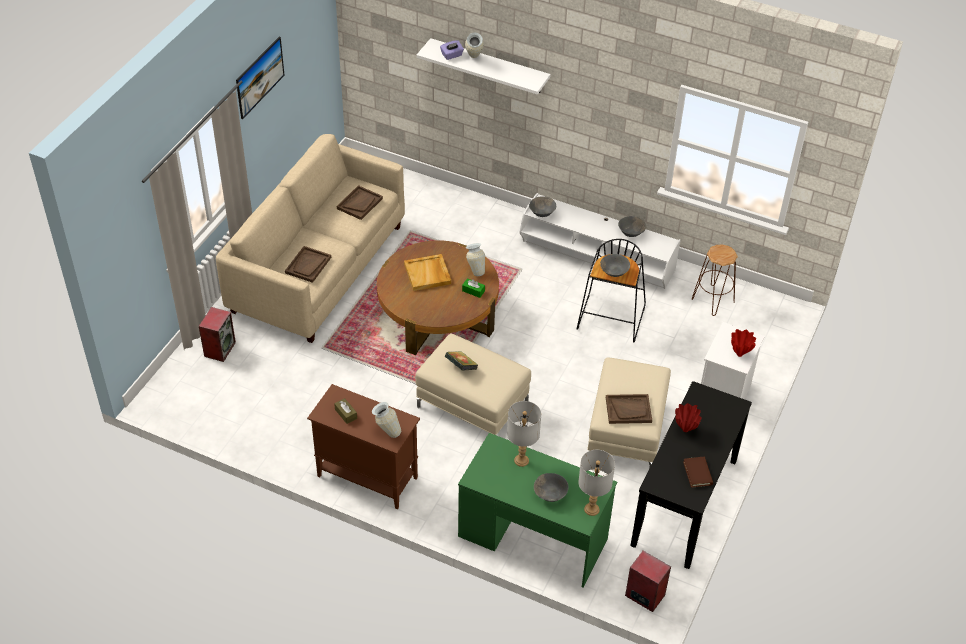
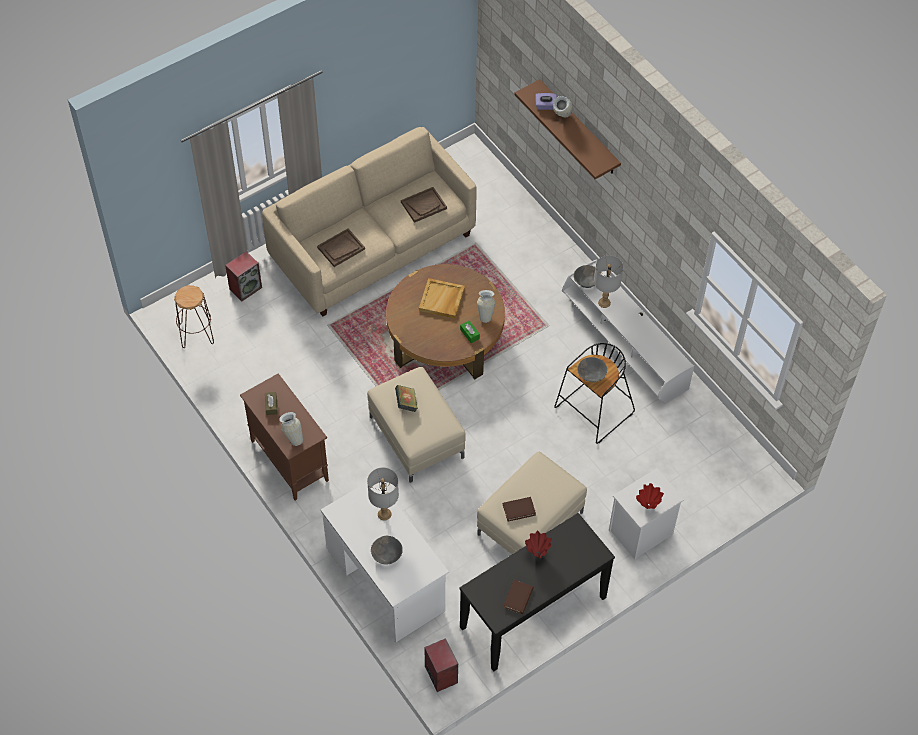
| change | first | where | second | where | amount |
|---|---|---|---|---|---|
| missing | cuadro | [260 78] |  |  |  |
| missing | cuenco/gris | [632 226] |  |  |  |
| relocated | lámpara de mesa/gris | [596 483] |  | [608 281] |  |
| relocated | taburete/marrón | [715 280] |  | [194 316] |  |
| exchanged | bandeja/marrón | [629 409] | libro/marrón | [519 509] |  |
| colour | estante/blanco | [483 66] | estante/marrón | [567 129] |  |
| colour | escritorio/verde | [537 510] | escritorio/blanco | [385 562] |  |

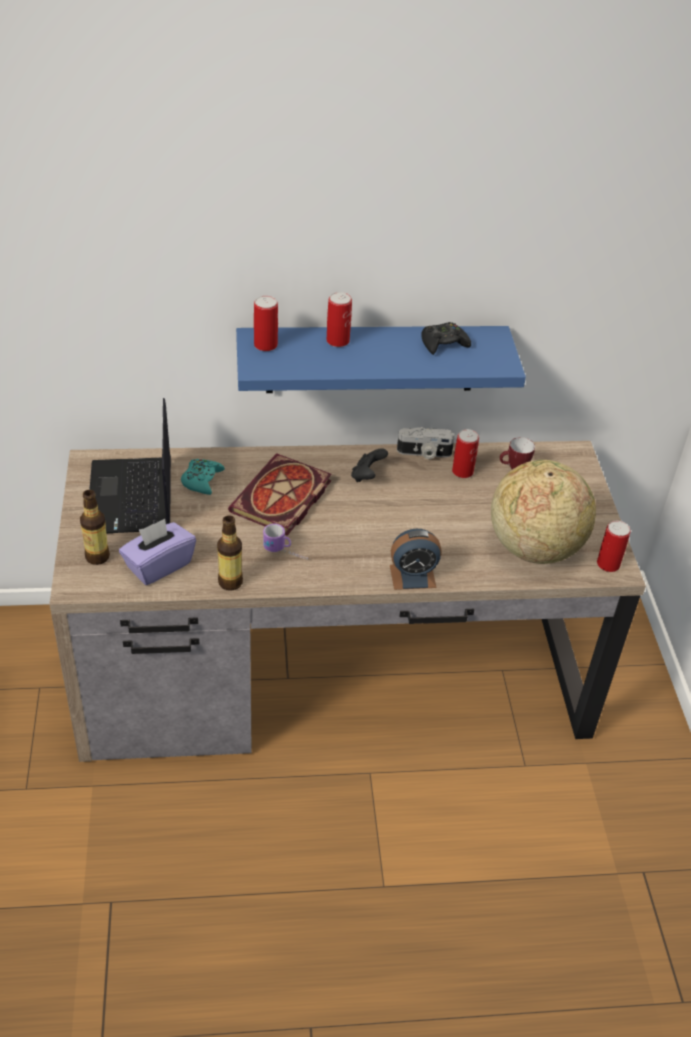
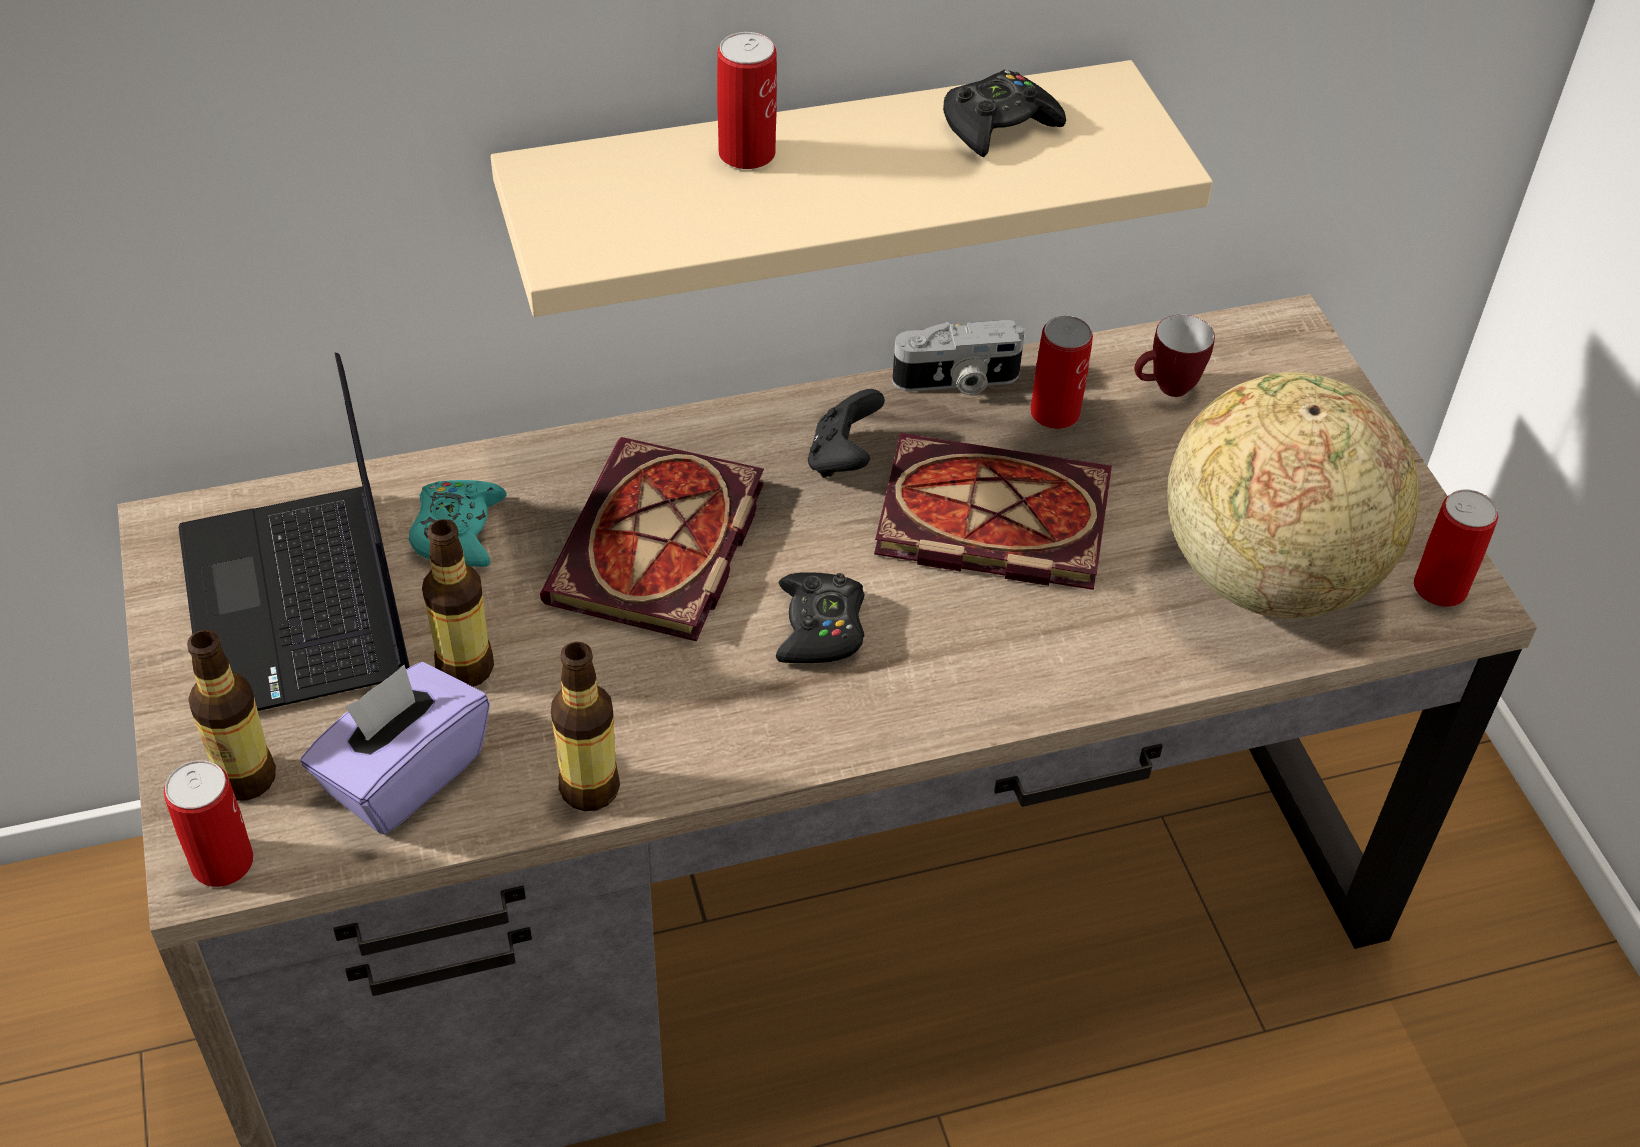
| change | first | where | second | where | amount |
|---|---|---|---|---|---|
| missing | taza grande | [285 541] |  |  |  |
| missing | despertador | [416 559] |  |  |  |
| appeared |  |  | botella | [458 603] |  |
| appeared |  |  | mando de consola/negro | [820 617] |  |
| appeared |  |  | libro | [993 511] |  |
| relocated | lata | [266 323] |  | [209 823] |  |
| colour | estante/azul | [381 359] | estante/beis | [852 188] |  |

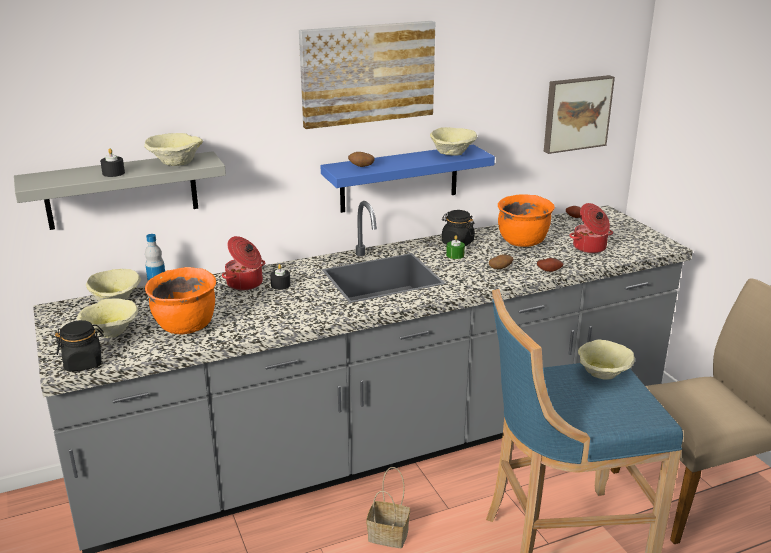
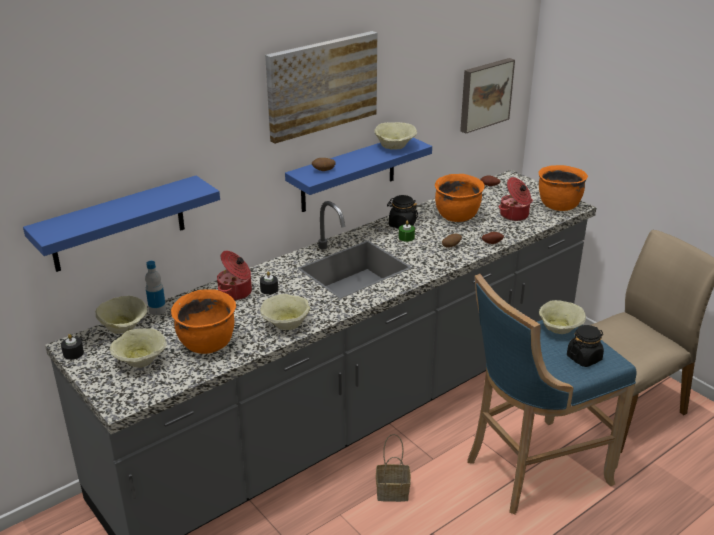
| change | first | where | second | where | amount |
|---|---|---|---|---|---|
| appeared |  |  | olla/naranja | [563 188] |  |
| relocated | tarro/negro | [79 346] |  | [585 346] |  |
| relocated | vela/negro | [112 162] |  | [72 347] |  |
| relocated | cuenco/beis | [173 149] |  | [285 312] |  |
| colour | estante/gris | [120 190] | estante/azul | [121 224] |  |

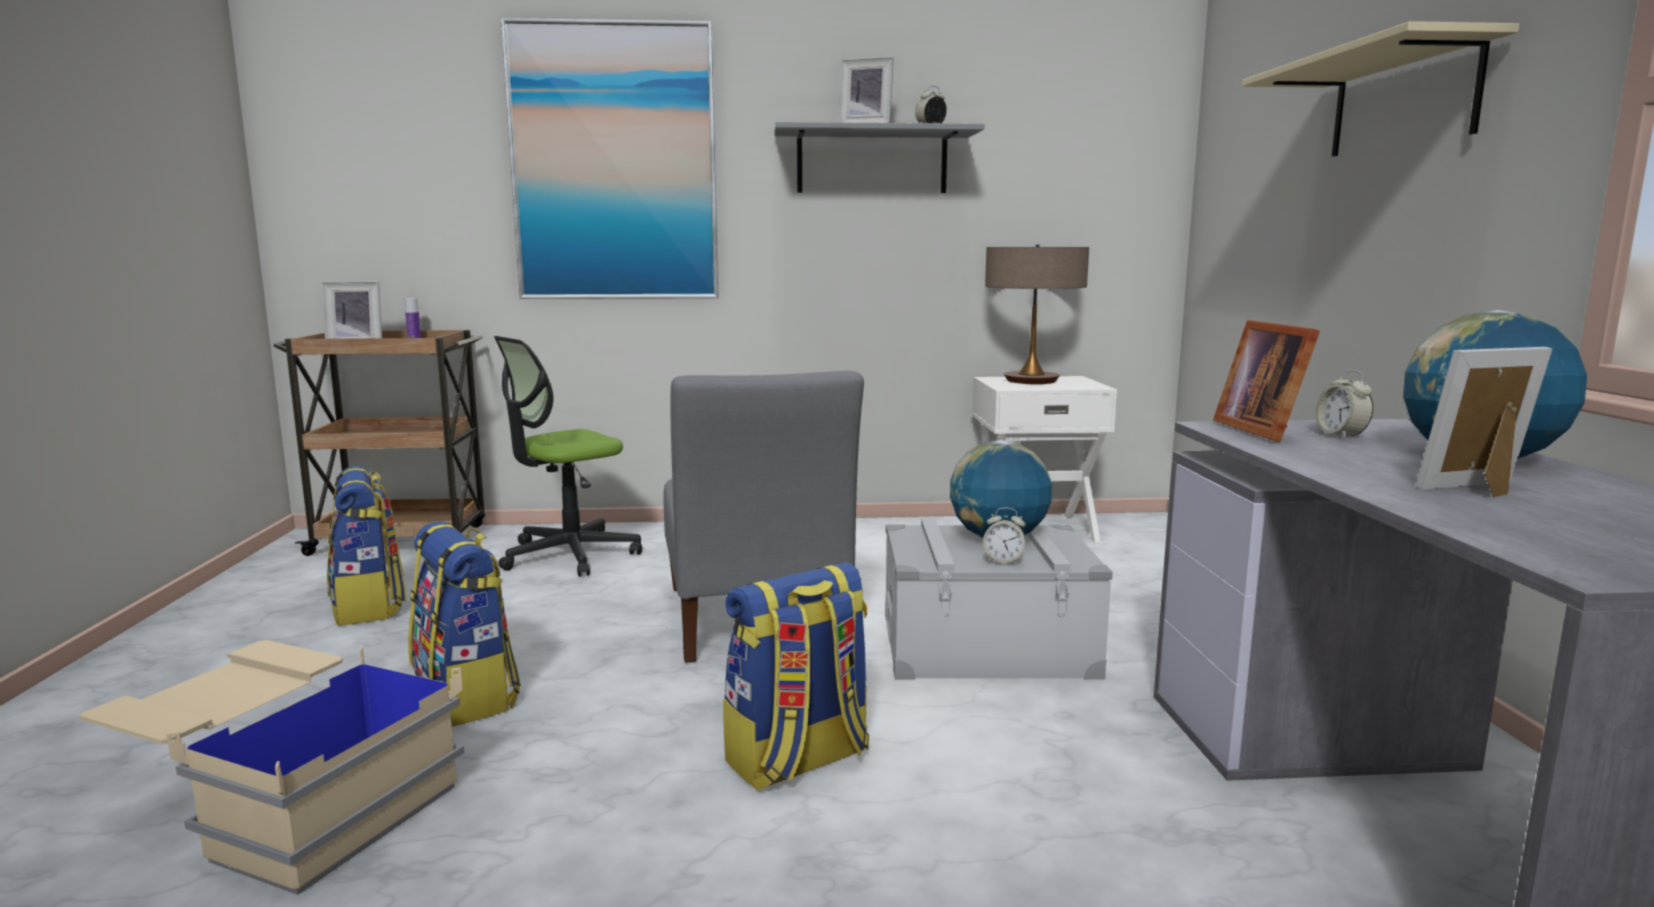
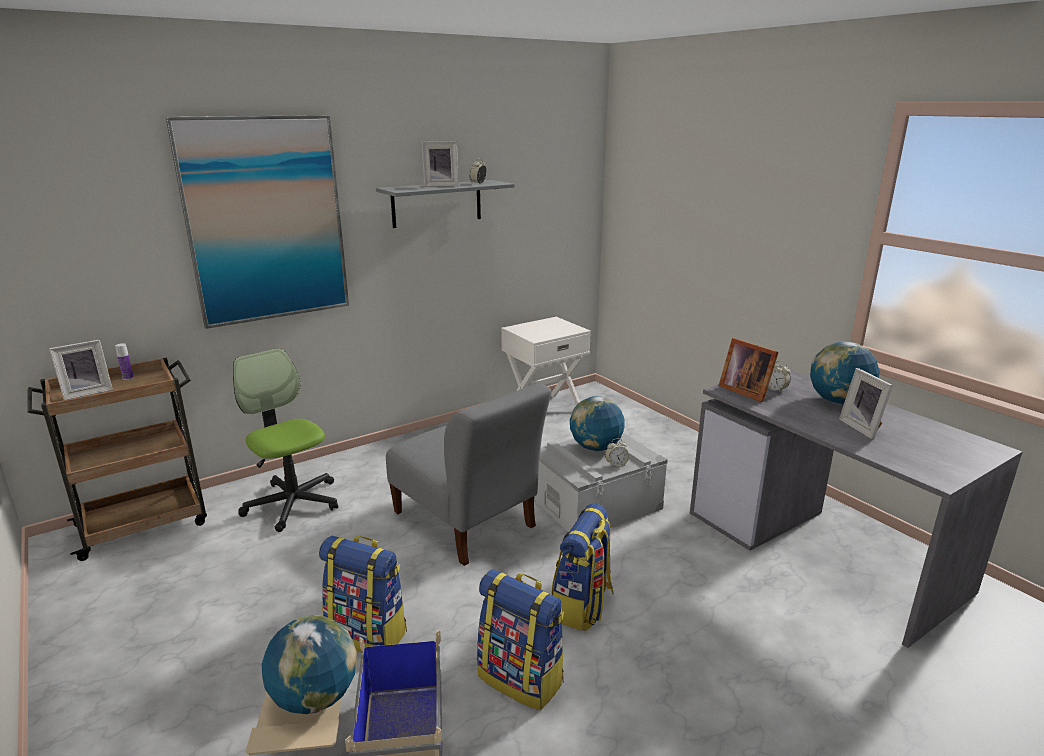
| change | first | where | second | where | amount |
|---|---|---|---|---|---|
| missing | lámpara de mesa | [1037 314] |  |  |  |
| missing | estante/beis | [1380 89] |  |  |  |
| appeared |  |  | globo terráqueo | [309 664] |  |
| relocated | mochila | [367 546] |  | [520 640] |  |
| spun | silla de oficina | [568 456] |  | [285 440] | 120 degrees clockwise |
| spun | portarretratos | [1484 422] |  | [866 403] | 60 degrees counterclockwise |

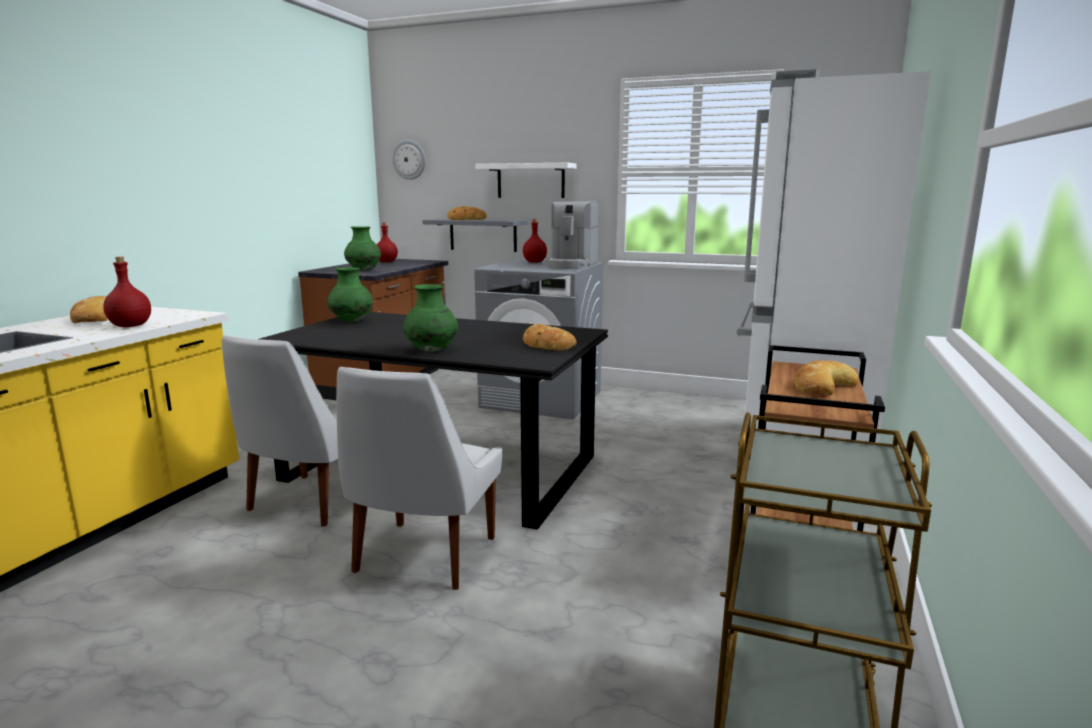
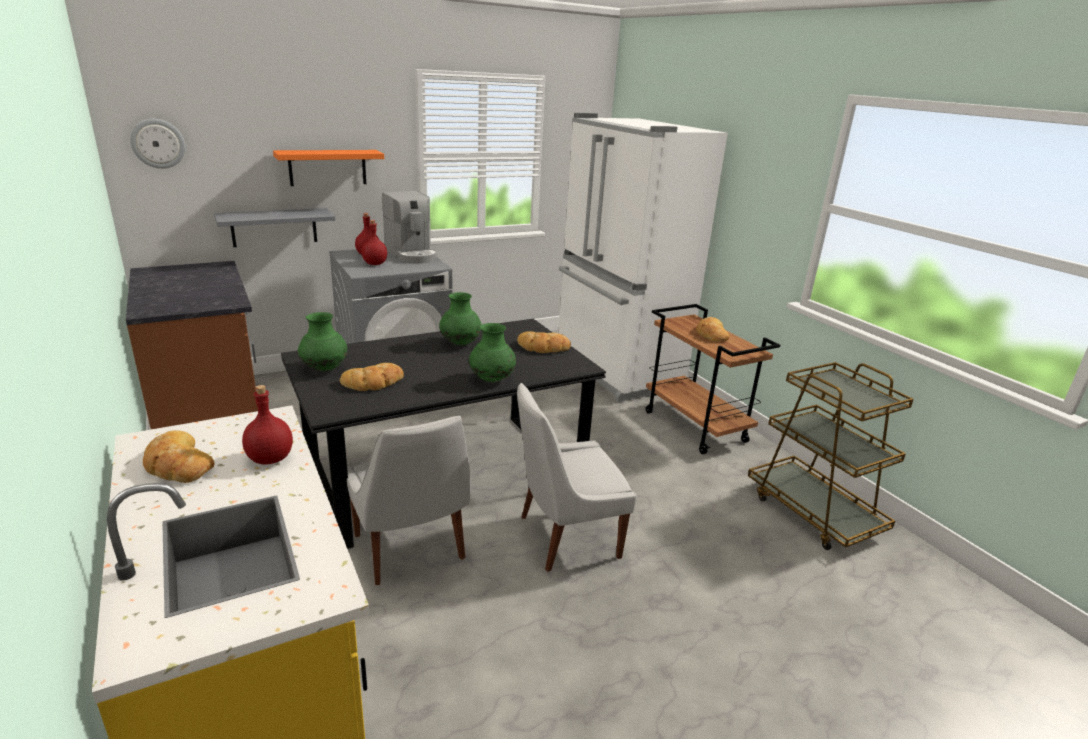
| change | first | where | second | where | amount |
|---|---|---|---|---|---|
| relocated | florero/verde | [362 248] |  | [460 318] |  |
| relocated | botella/rojo | [387 242] |  | [374 242] |  |
| relocated | pan | [467 213] |  | [372 377] |  |
| colour | estante/blanco | [526 180] | estante/naranja | [328 168] |  |
| spun | silla/blanco | [419 478] |  | [576 477] | 105 degrees clockwise |

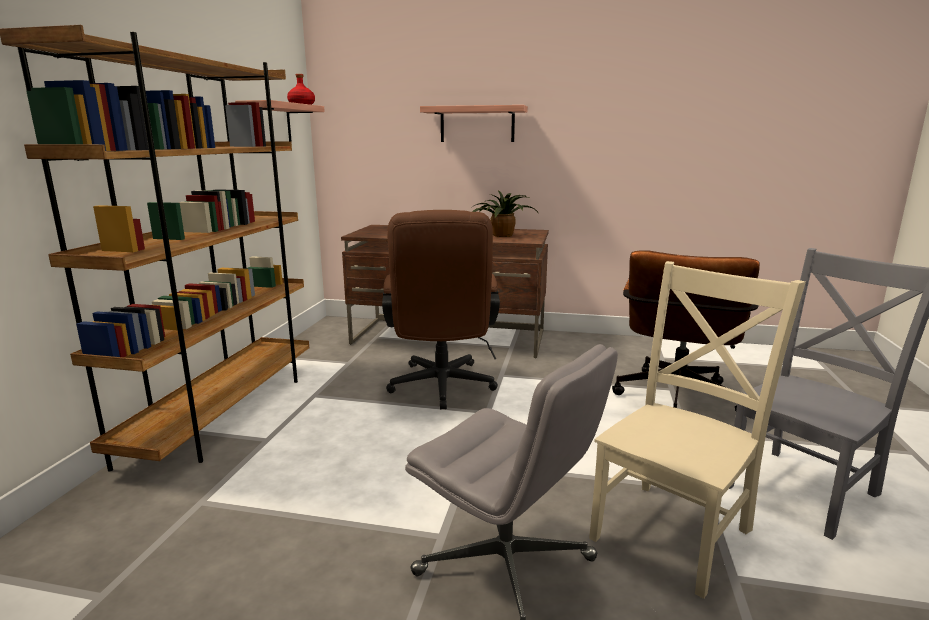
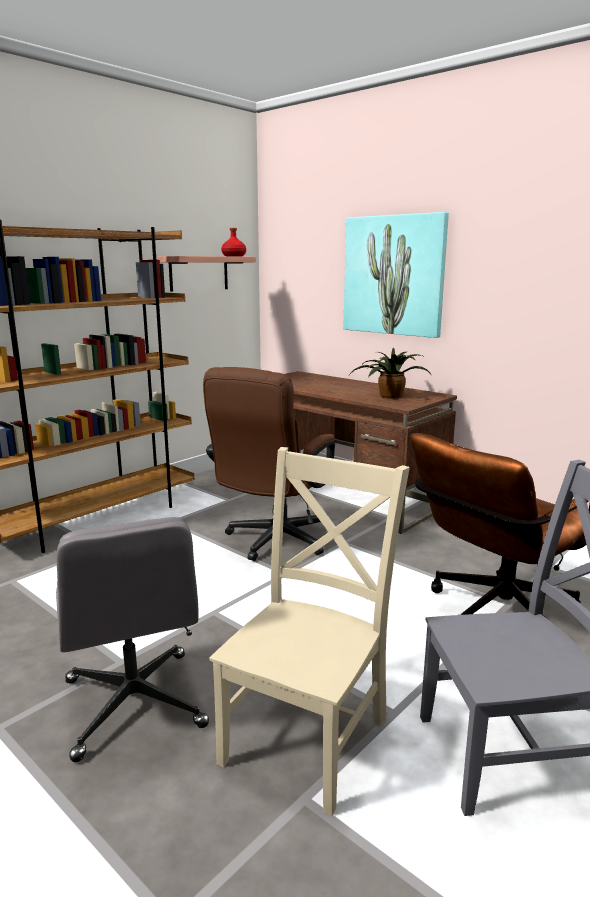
| change | first | where | second | where | amount |
|---|---|---|---|---|---|
| exchanged | estante | [474 123] | cuadro | [396 275] |  |
| spun | silla/beis | [697 430] |  | [309 631] | 45 degrees counterclockwise |

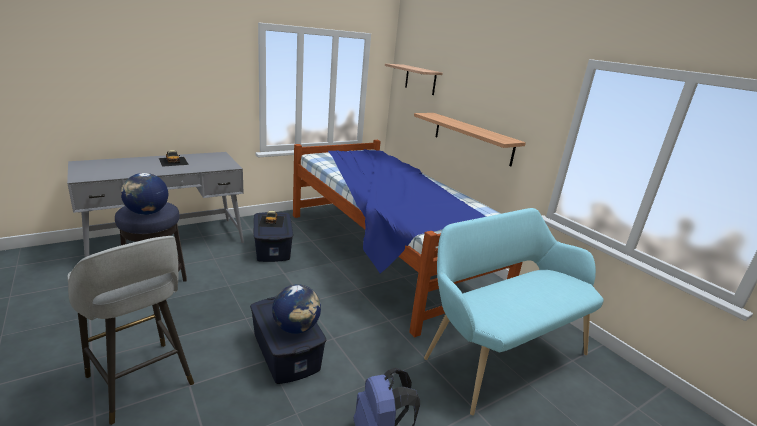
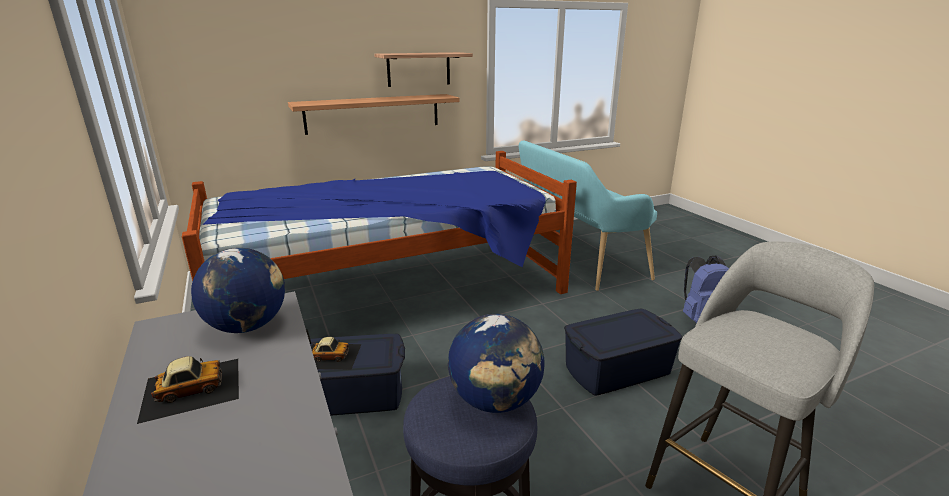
| change | first | where | second | where | amount |
|---|---|---|---|---|---|
| relocated | globo terráqueo | [296 309] |  | [238 290] |  |
| relocated | estante | [414 79] |  | [423 69] |  |

